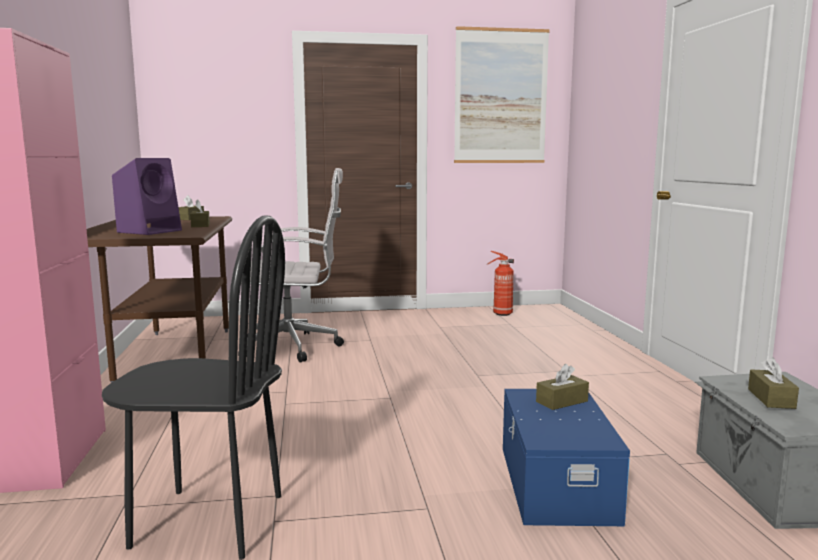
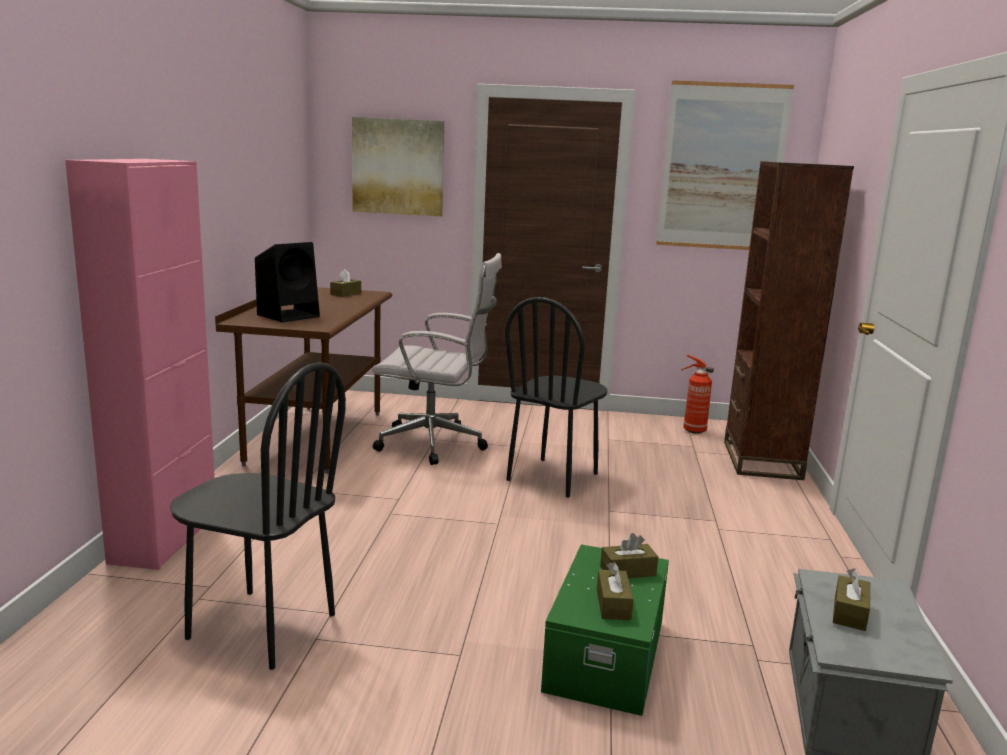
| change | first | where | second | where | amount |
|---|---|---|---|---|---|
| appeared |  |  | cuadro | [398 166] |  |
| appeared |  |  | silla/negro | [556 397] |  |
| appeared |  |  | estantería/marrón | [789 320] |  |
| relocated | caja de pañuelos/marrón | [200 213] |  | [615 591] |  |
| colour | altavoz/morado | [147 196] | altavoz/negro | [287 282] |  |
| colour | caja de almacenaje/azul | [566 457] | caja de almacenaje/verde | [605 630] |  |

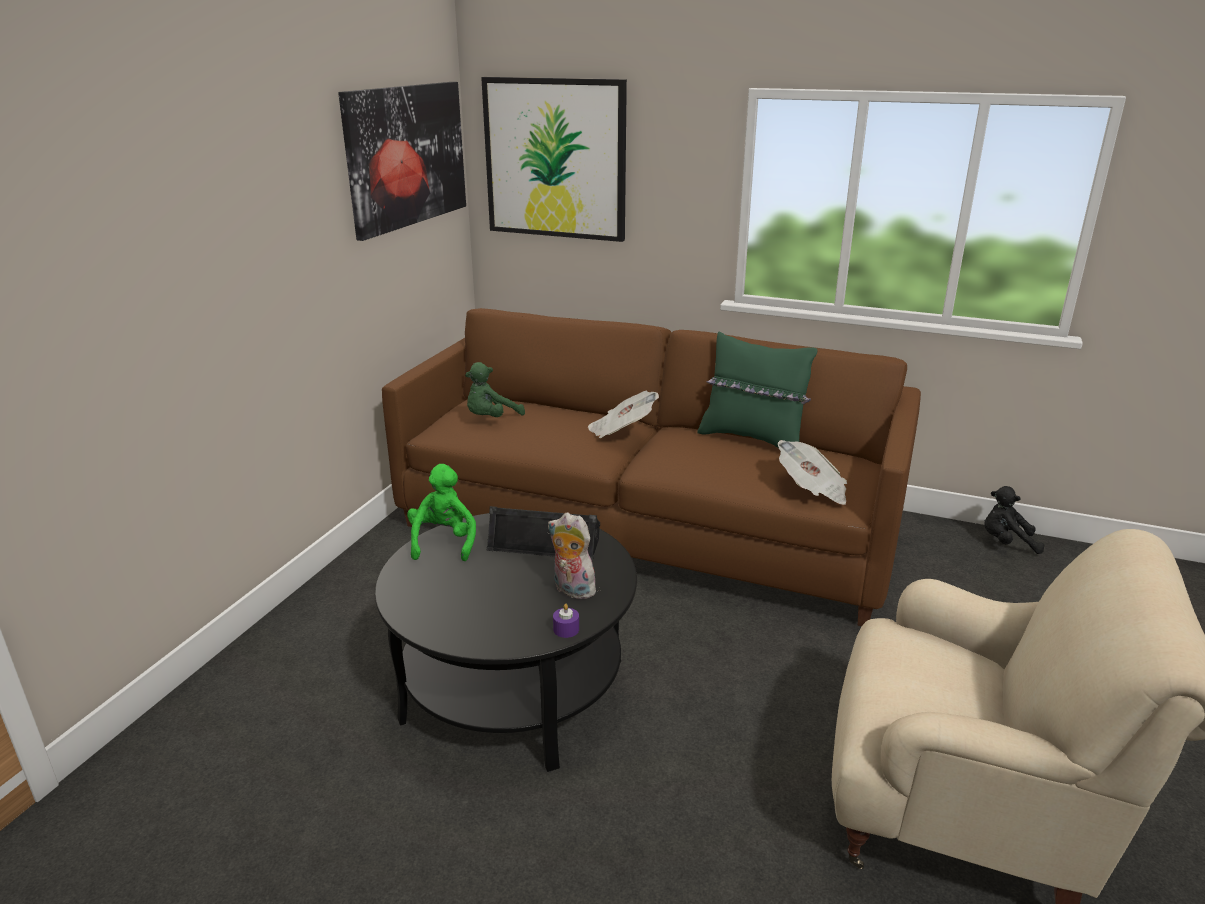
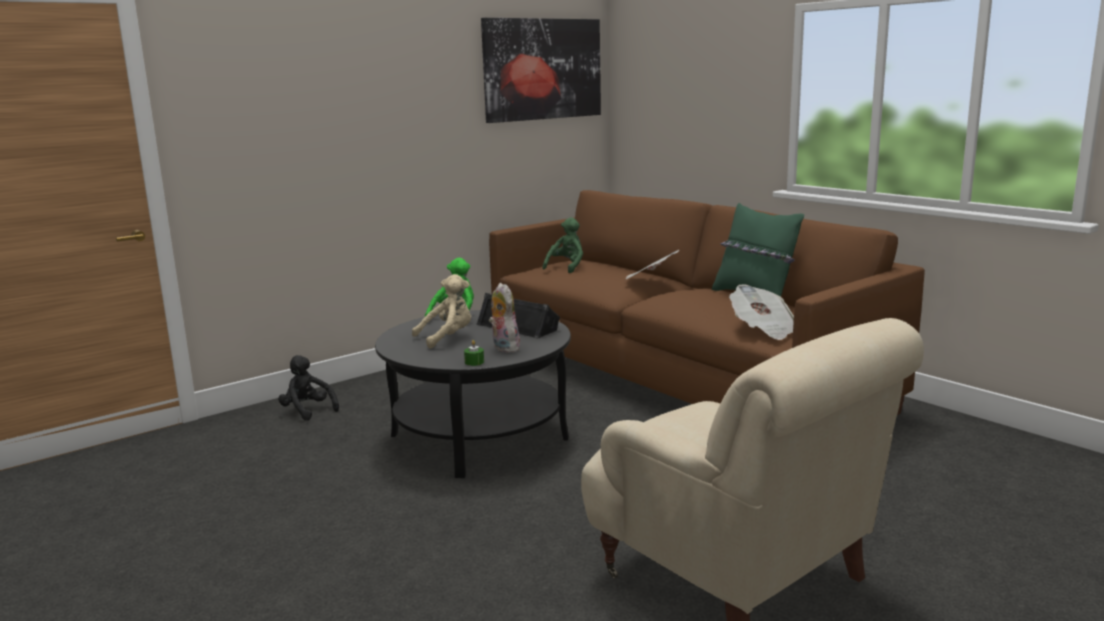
| change | first | where | second | where | amount |
|---|---|---|---|---|---|
| missing | cuadro | [554 159] |  |  |  |
| appeared |  |  | peluche/beis | [441 311] |  |
| relocated | peluche/negro | [1014 520] |  | [308 388] |  |
| colour | vela/morado | [566 621] | vela/verde | [474 353] |  |
| spun | peluche/verde | [495 389] |  | [562 245] | 135 degrees clockwise |

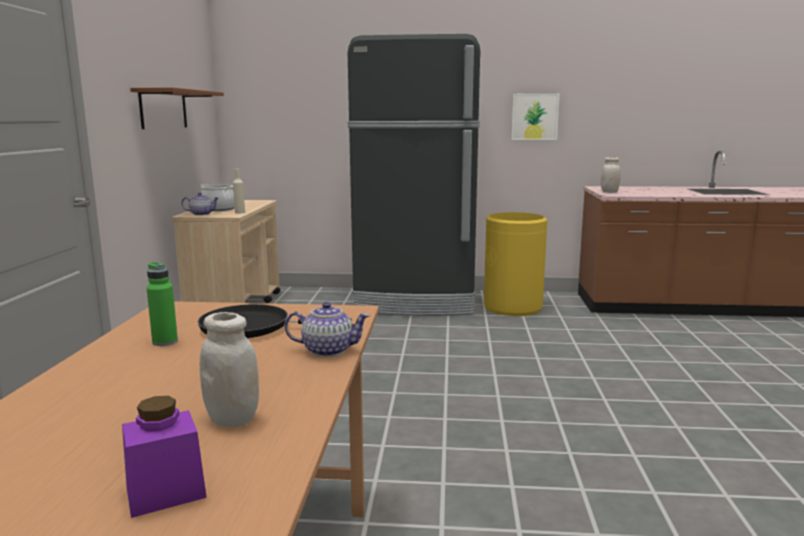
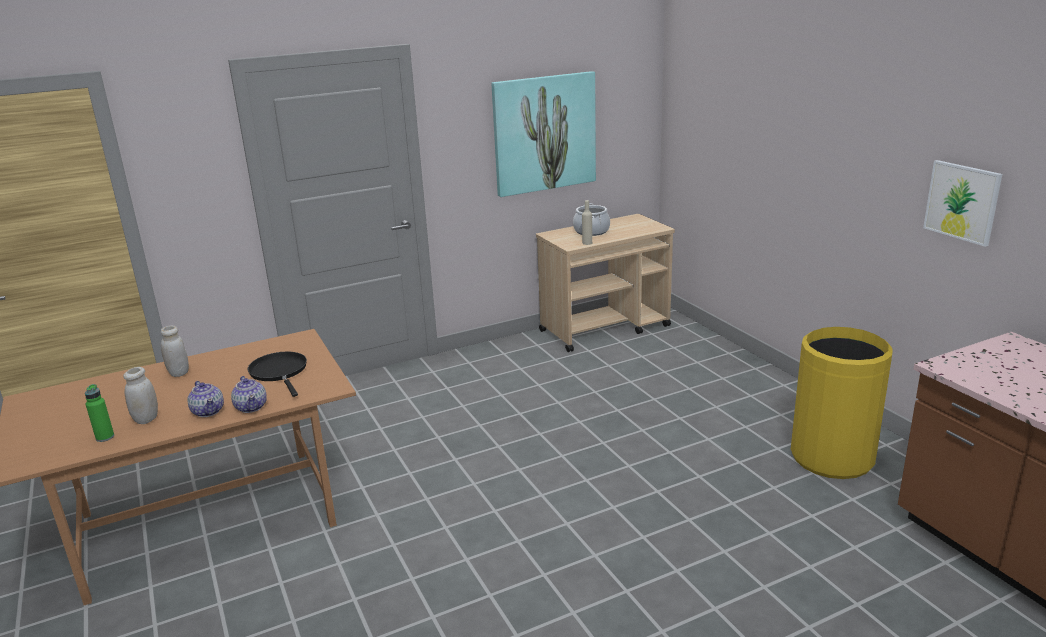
| change | first | where | second | where | amount |
|---|---|---|---|---|---|
| missing | tarro/morado | [164 457] |  |  |  |
| missing | nevera/negro | [414 175] |  |  |  |
| relocated | botella/verde | [162 304] |  | [99 413] |  |
| relocated | tetera | [200 204] |  | [205 399] |  |
| relocated | tarro/blanco | [611 175] |  | [175 351] |  |
| exchanged | estante/marrón | [177 108] | cuadro | [543 134] |  |

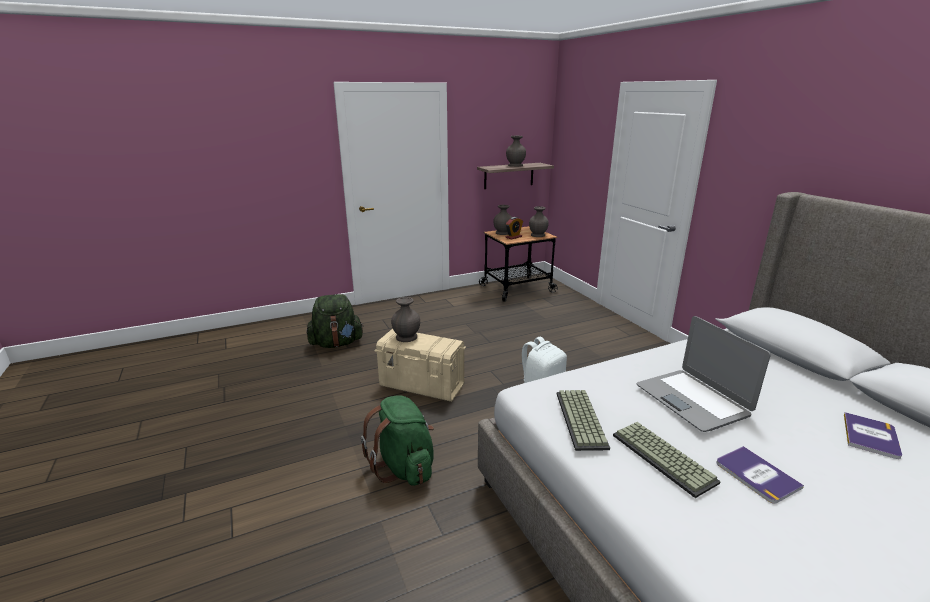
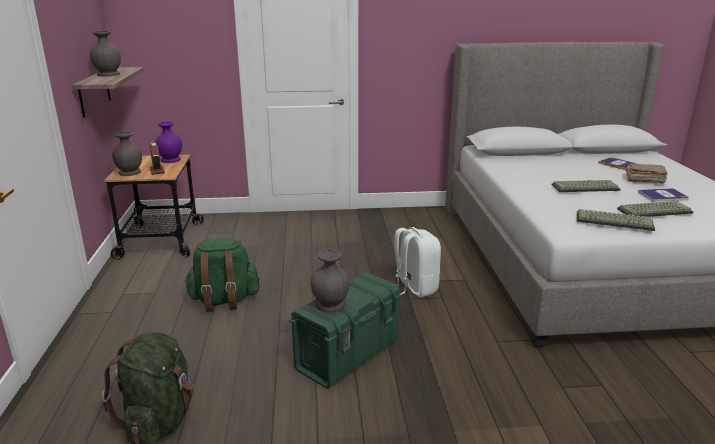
| change | first | where | second | where | amount |
|---|---|---|---|---|---|
| appeared |  |  | libro/marrón | [646 173] |  |
| relocated | mochila/verde | [397 440] |  | [222 275] |  |
| exchanged | portátil | [704 374] | teclado | [586 186] |  |
| colour | caja de almacenaje/beis | [420 365] | caja de almacenaje/verde | [345 330] |  |
| colour | florero/gris | [539 221] | florero/morado | [168 142] |  |

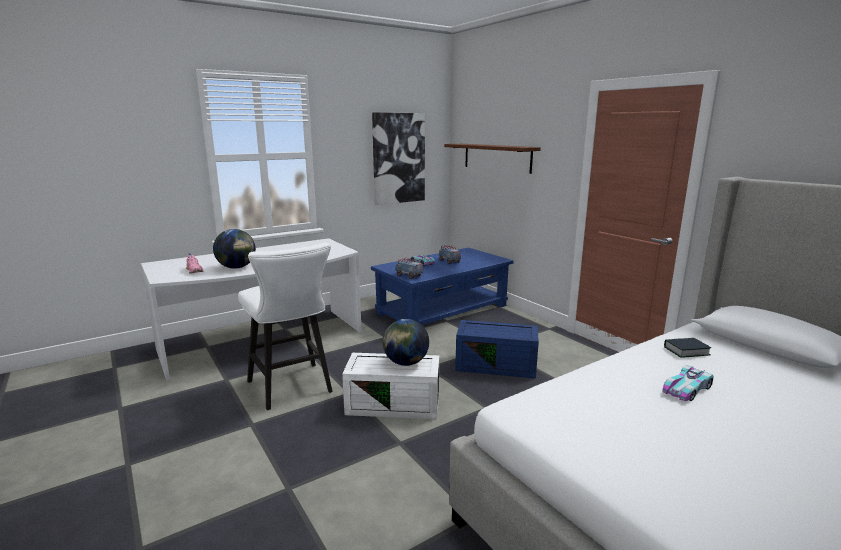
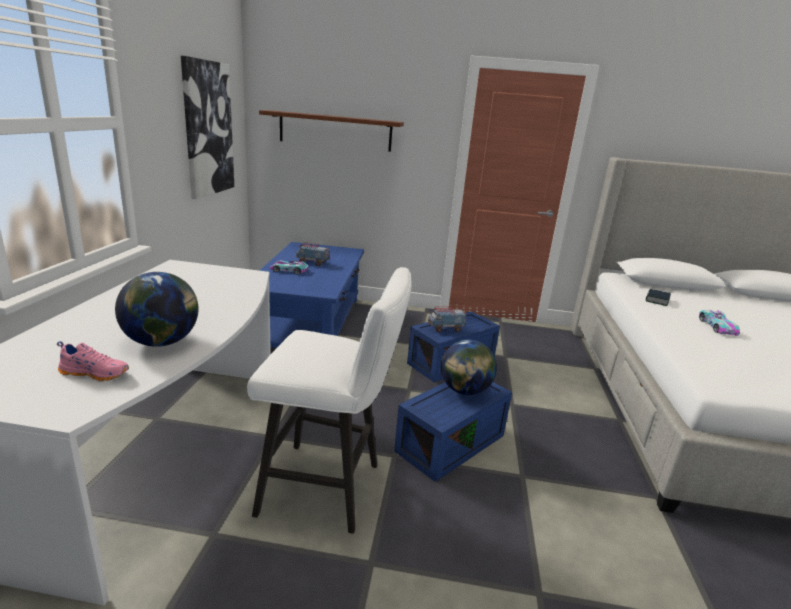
| change | first | where | second | where | amount |
|---|---|---|---|---|---|
| relocated | camión de juguete | [409 268] |  | [447 319] |  |
| colour | caja de almacenaje/blanco | [390 386] | caja de almacenaje/azul | [453 432] |  |

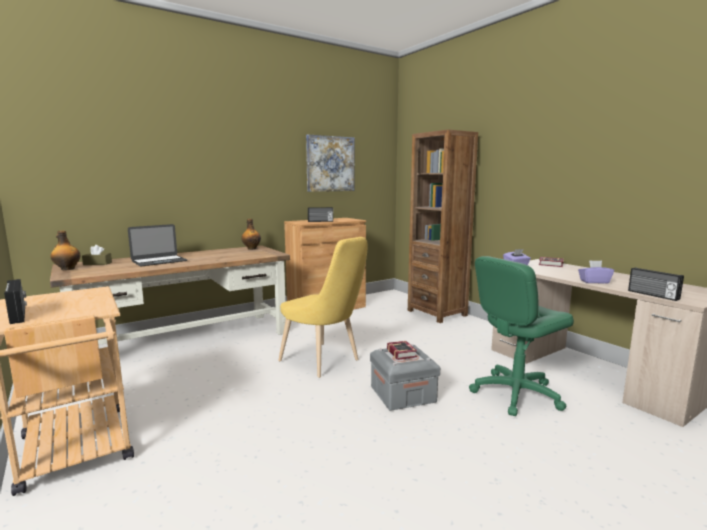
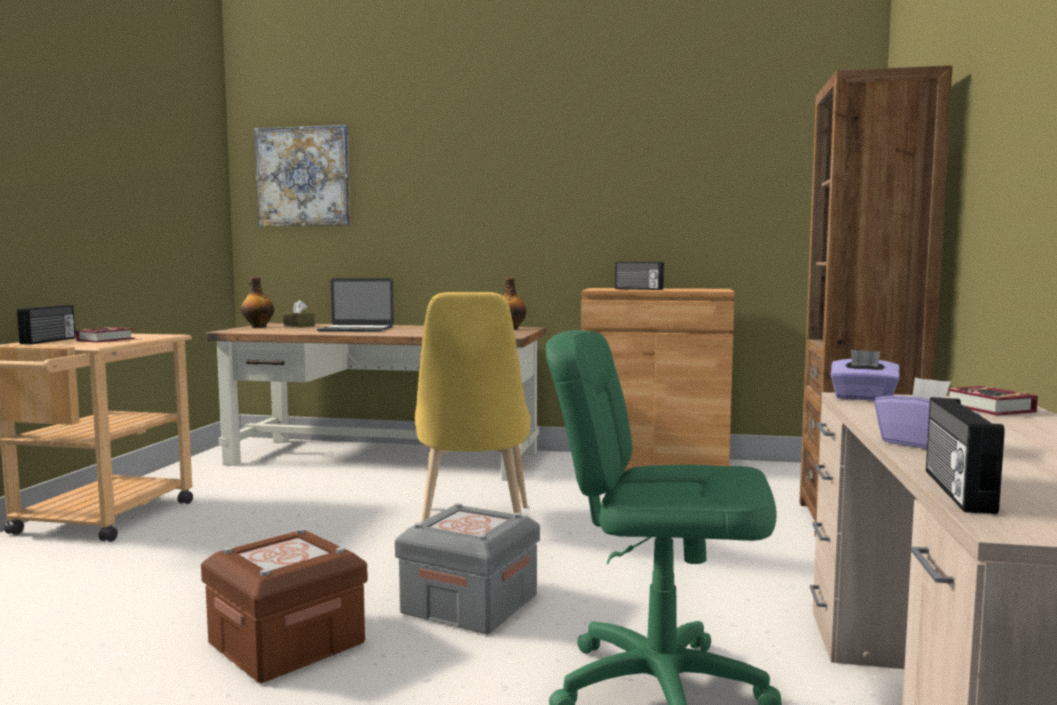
| change | first | where | second | where | amount |
|---|---|---|---|---|---|
| appeared |  |  | caja de almacenaje/marrón | [284 605] |  |
| relocated | cuadro | [330 163] |  | [302 175] |  |
| relocated | libro | [402 350] |  | [105 335] |  |

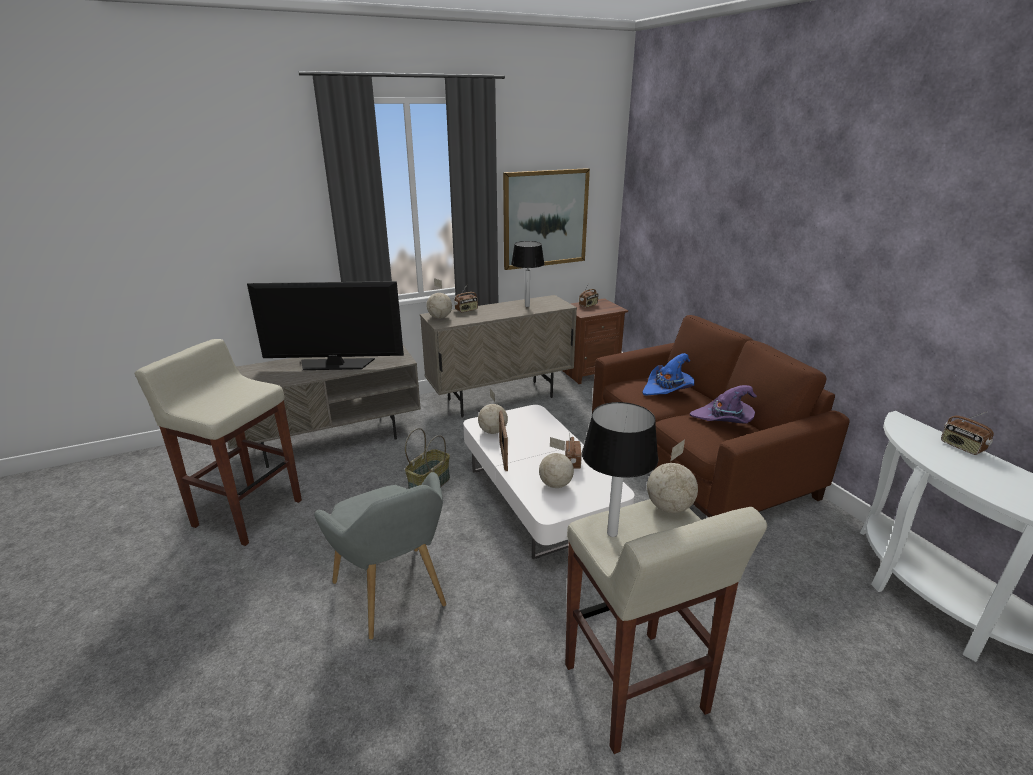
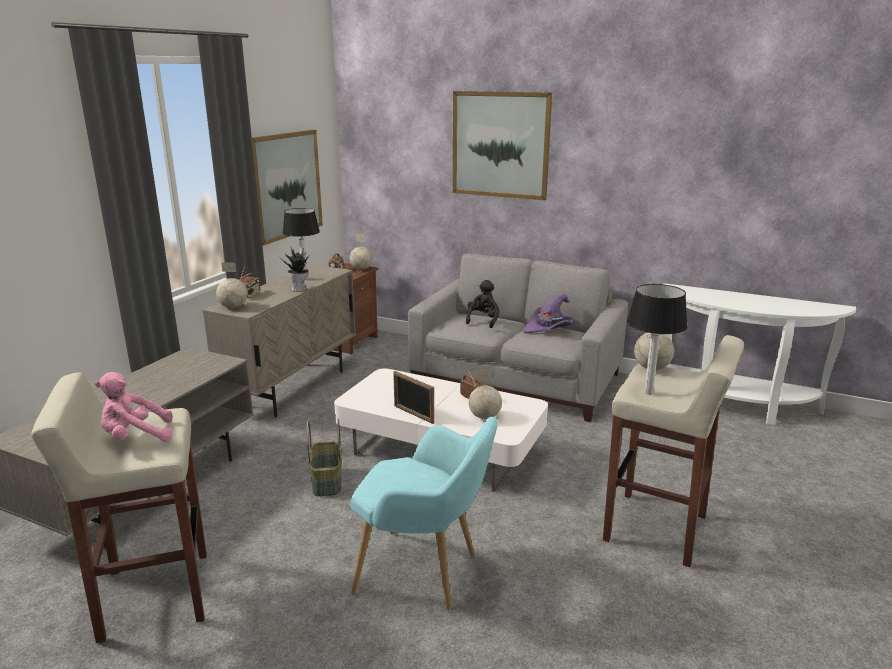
| change | first | where | second | where | amount |
|---|---|---|---|---|---|
| missing | televisor | [325 325] |  |  |  |
| missing | radio | [967 433] |  |  |  |
| appeared |  |  | peluche/rosa | [134 407] |  |
| appeared |  |  | planta en maceta | [295 270] |  |
| appeared |  |  | cuadro | [502 145] |  |
| relocated | globo terráqueo | [493 411] |  | [361 252] |  |
| exchanged | sombrero/azul | [668 374] | peluche/negro | [483 304] |  |
| colour | sillón/gris | [380 555] | sillón/turquesa | [424 513] |  |
| colour | sofá/marrón | [721 416] | sofá/gris | [518 337] |  |

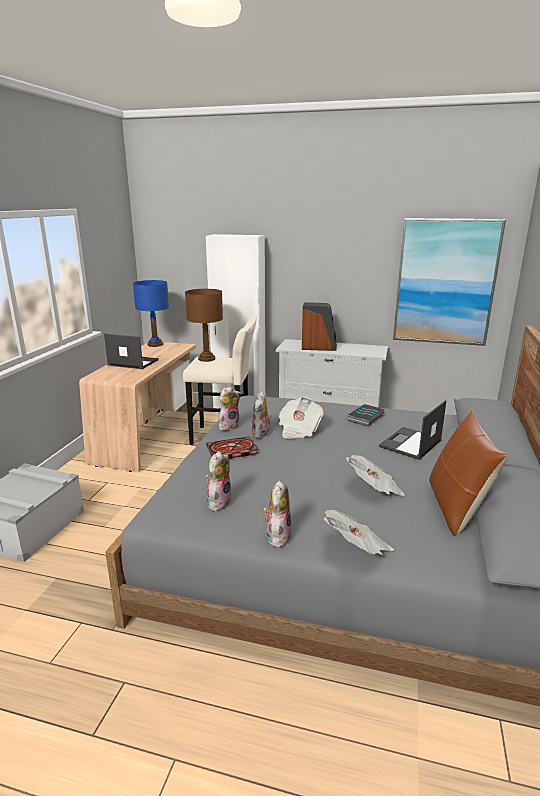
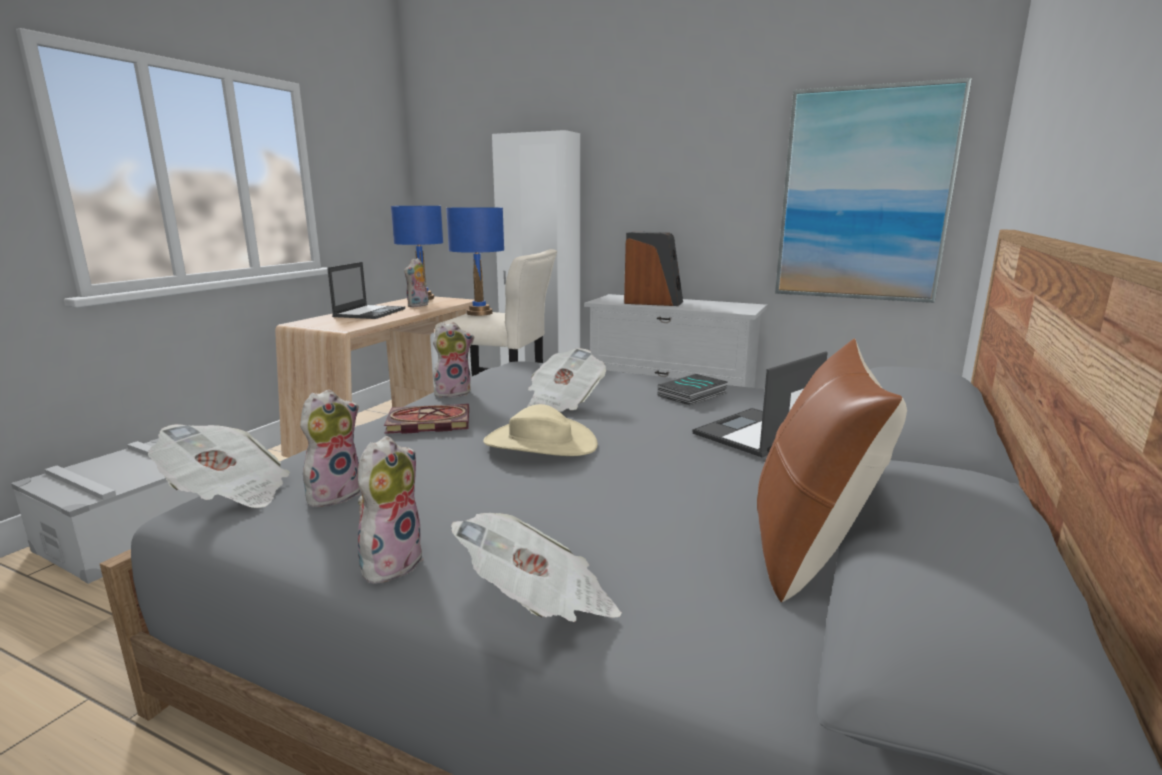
| change | first | where | second | where | amount |
|---|---|---|---|---|---|
| appeared |  |  | sombrero/beis | [540 430] |  |
| relocated | peluche | [262 415] |  | [416 283] |  |
| relocated | periódico | [375 475] |  | [219 466] |  |
| colour | lámpara de mesa/marrón | [204 325] | lámpara de mesa/azul | [475 261] |  |
| spun | portátil | [131 351] |  | [366 290] | 75 degrees clockwise |

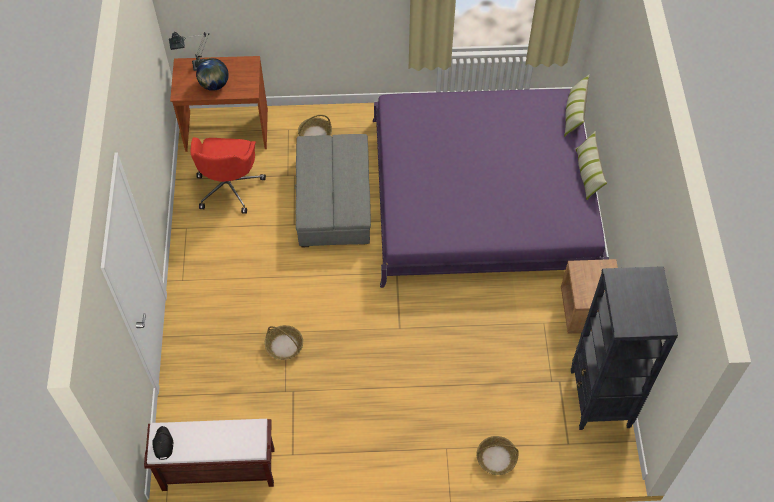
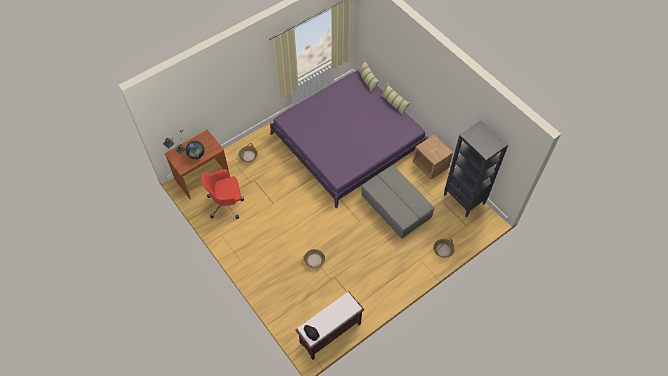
| change | first | where | second | where | amount |
|---|---|---|---|---|---|
| relocated | puf/gris | [333 190] |  | [398 202] |  |
| spun | silla de oficina/rojo | [228 175] |  | [222 194] | 105 degrees clockwise |

